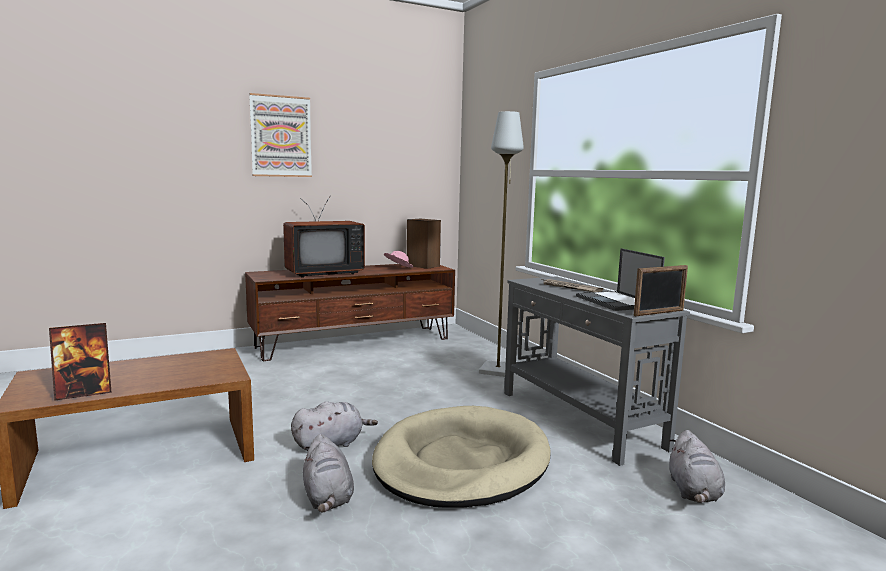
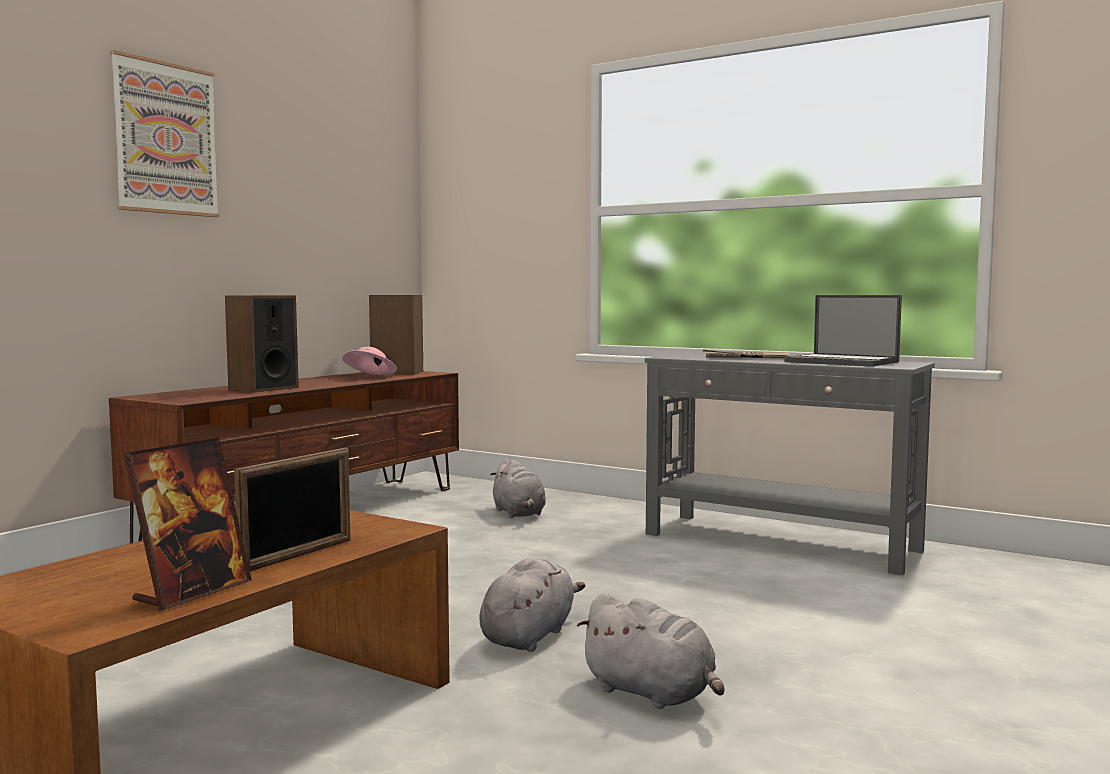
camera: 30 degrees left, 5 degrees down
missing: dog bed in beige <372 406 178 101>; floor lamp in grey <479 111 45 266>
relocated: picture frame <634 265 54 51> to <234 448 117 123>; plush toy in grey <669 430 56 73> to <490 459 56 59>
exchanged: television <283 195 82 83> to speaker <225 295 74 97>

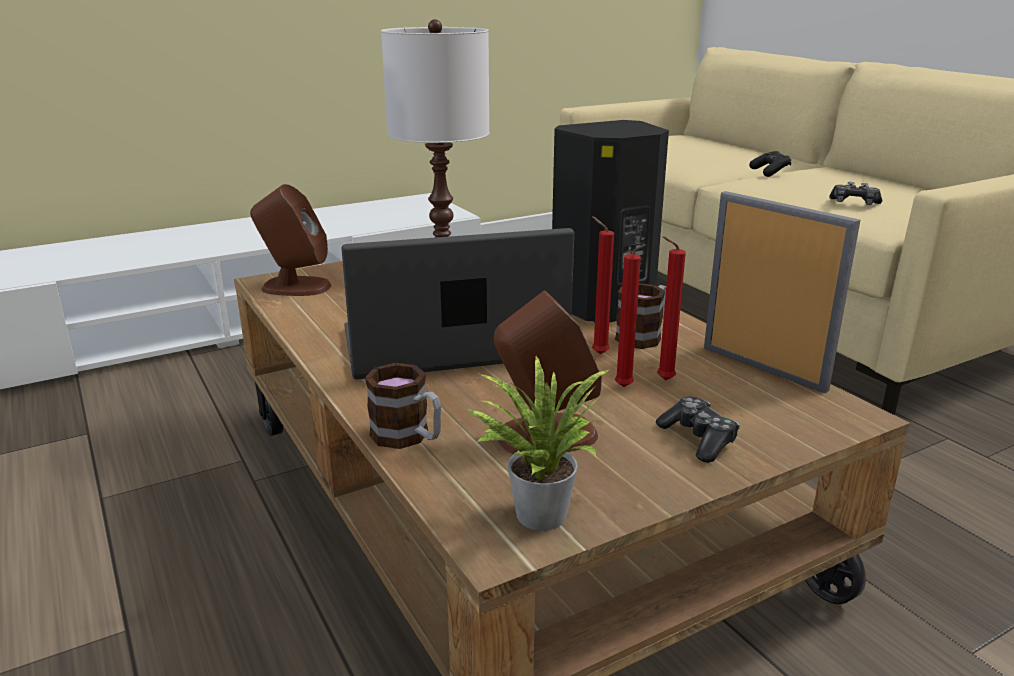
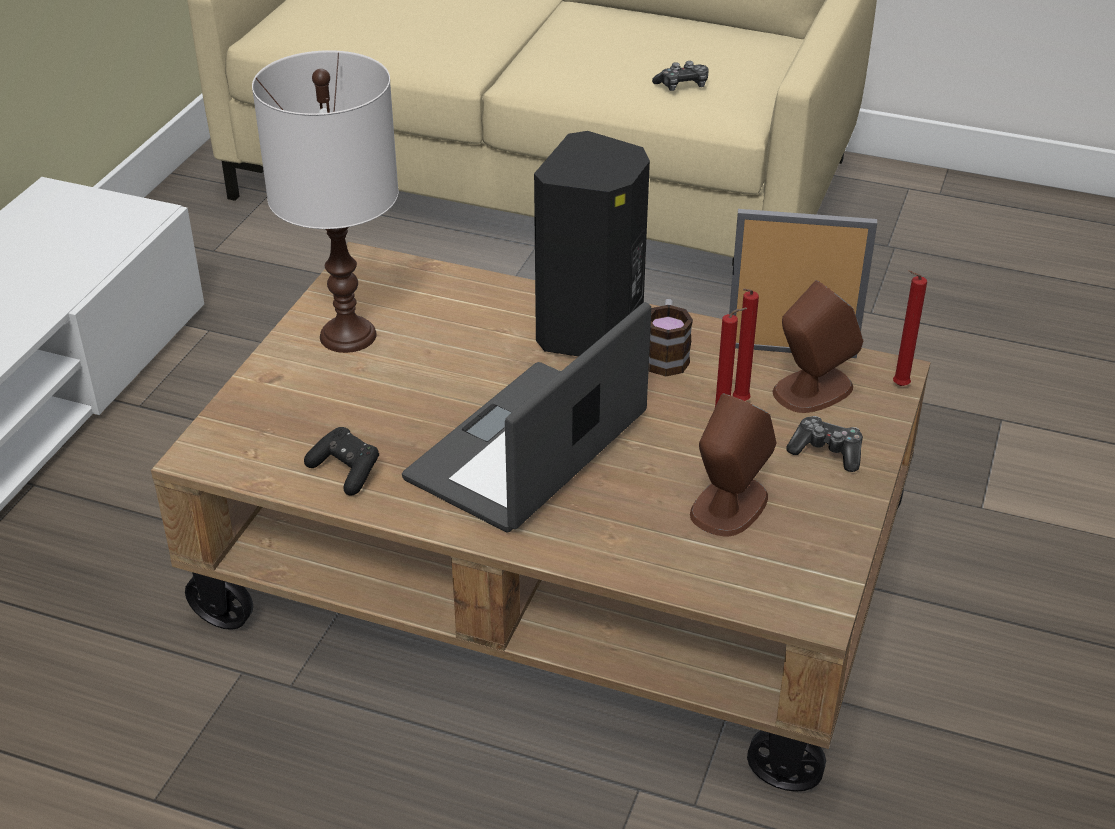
camera: 40 degrees left, 15 degrees up
missing: mug <365 363 76 86>; potted plant <467 356 144 175>
relocated: game controller in black <749 151 42 26> to <304 427 75 69>; speaker in brown <250 184 81 112> to <773 280 90 133>; candle in red <592 216 22 139> to <893 270 34 116>

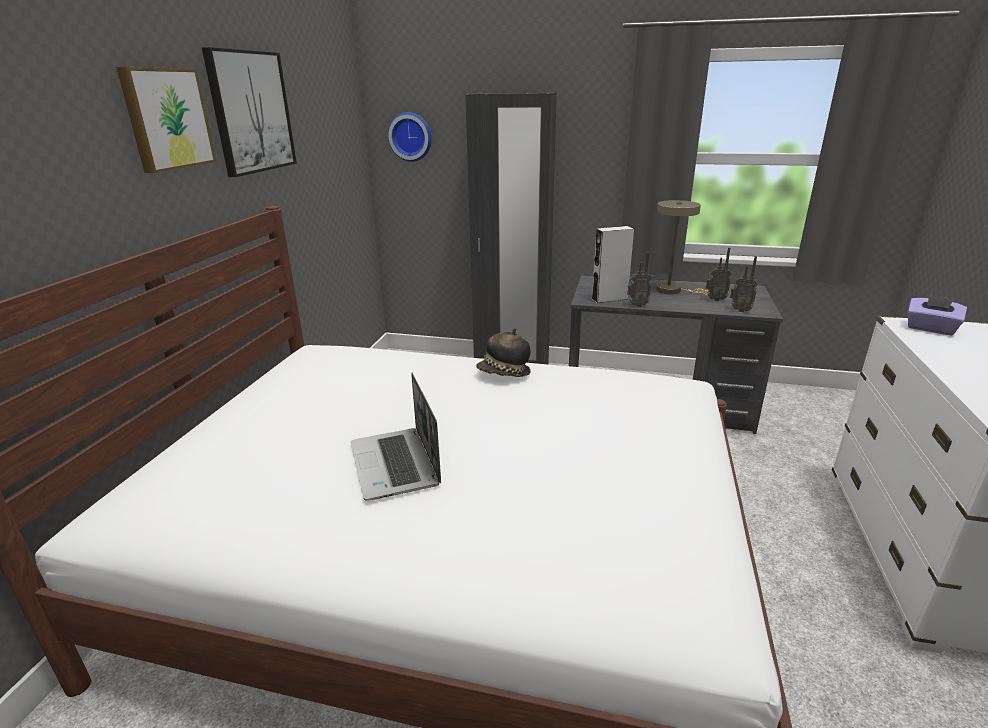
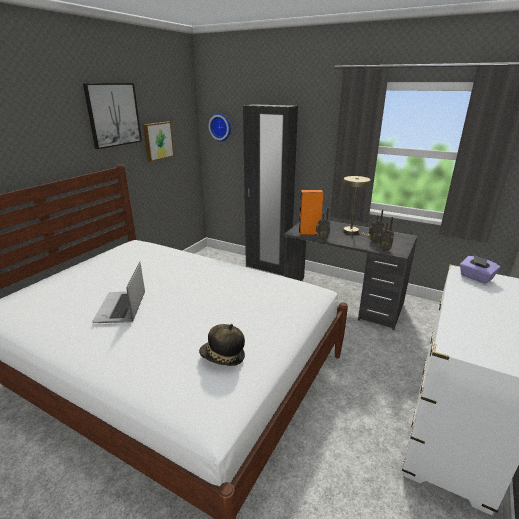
camera: 15 degrees right, 0 degrees up
relocated: picture <116 67 100 106> to <143 122 31 40>; hat <476 328 55 49> to <199 324 46 42>
colour: speaker in grey <592 226 42 77> to speaker in orange <299 190 24 45>

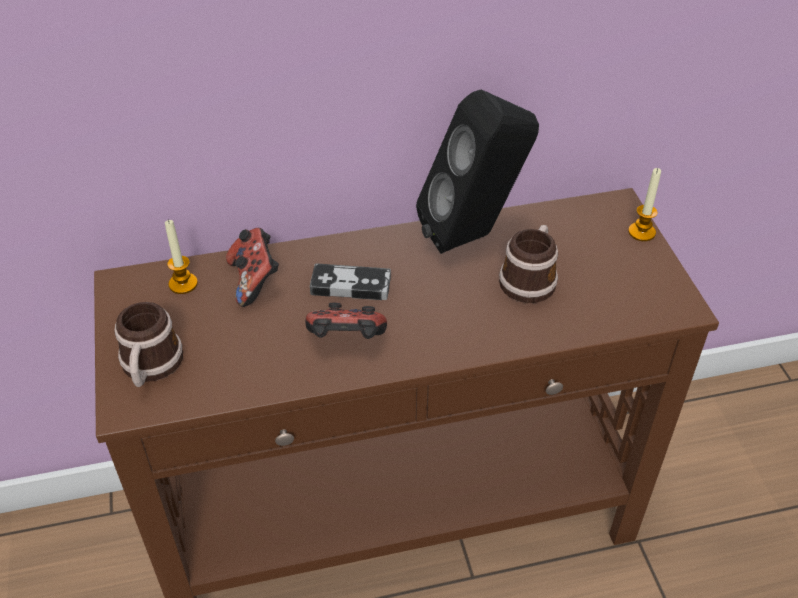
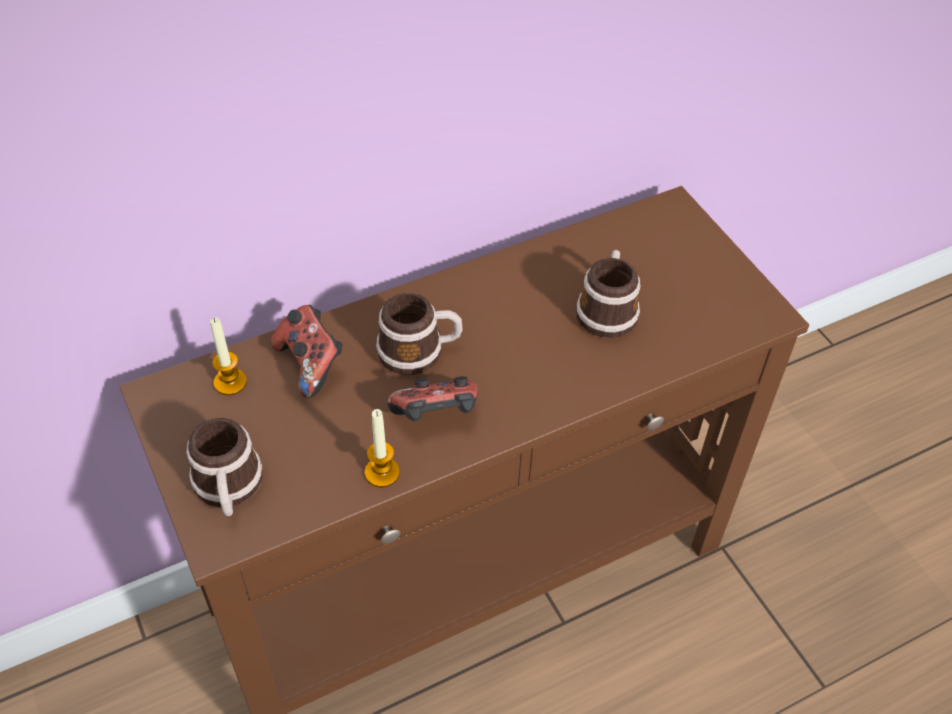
camera: 15 degrees left, 5 degrees up
missing: speaker in black <416 89 123 165>
relocated: candle <628 168 33 73> to <365 409 35 78>
exchanged: game controller <310 263 81 37> to mug <376 293 86 82>

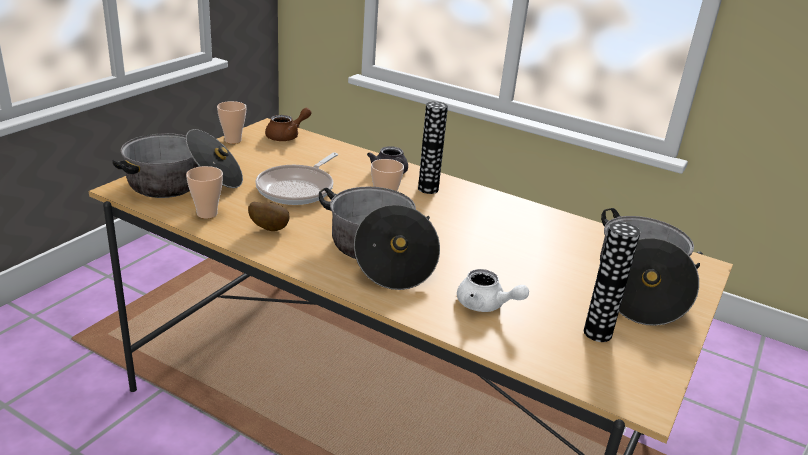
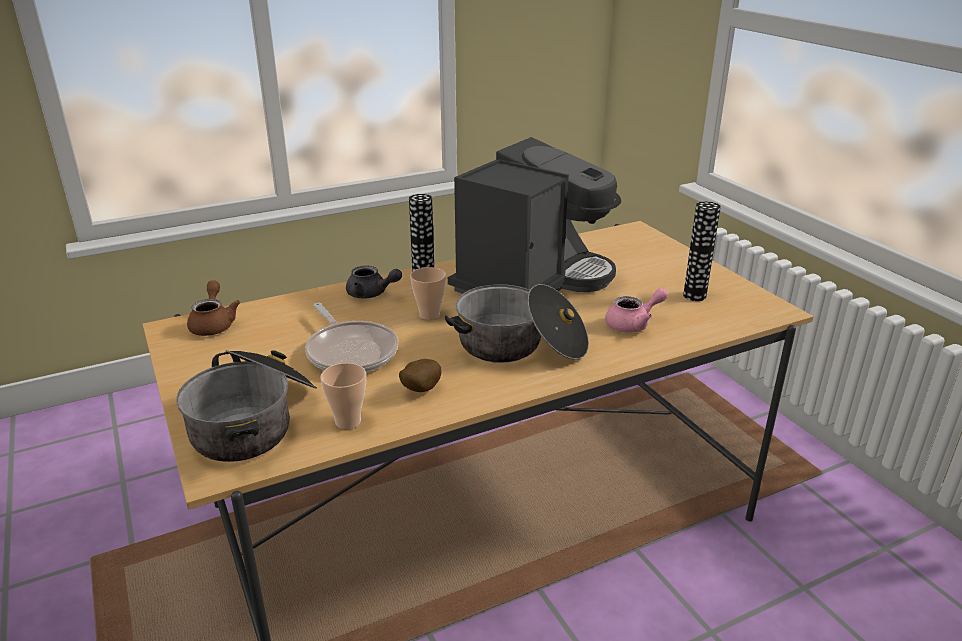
camera: 55 degrees left, 0 degrees up
missing: cup <217 101 29 43>; cooking pot <600 208 100 118>
appeared: coffee machine <448 137 173 157>
colour: teapot in white <457 269 72 43> to teapot in pink <605 288 63 45>

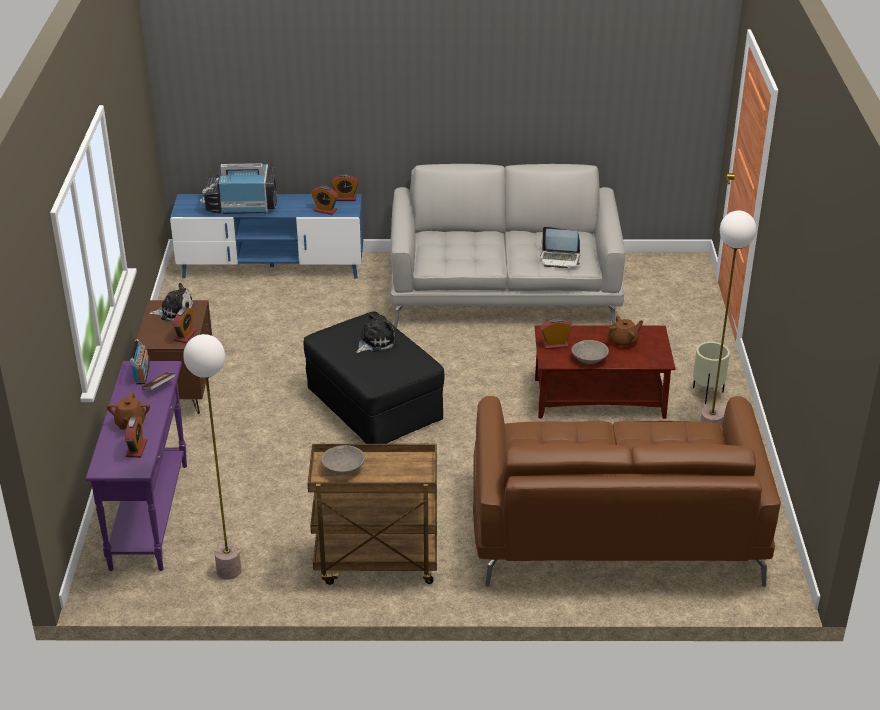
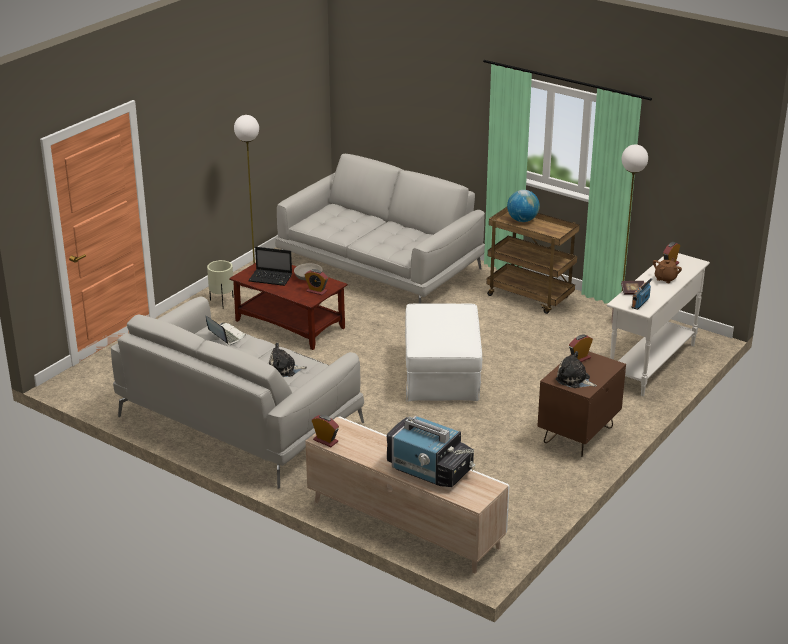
camera: 145 degrees left, 5 degrees down
missing: alarm clock <311 186 27 29>; bowl in grey <321 445 44 30>
appeared: globe <507 190 33 32>
relocated: plush toy <356 313 41 40> to <269 343 38 34>
exchanged: teapot in brown <606 316 37 32> to laptop <248 247 44 39>
colour: sofa in brown <473 396 308 191> to sofa in grey <275 154 210 149>; tv stand in blue <170 194 193 84> to tv stand in beige <305 416 204 157>; ottoman in black <304 311 140 133> to ottoman in white <405 303 77 99>; console table in purple <85 361 102 210> to console table in white <607 253 103 143>

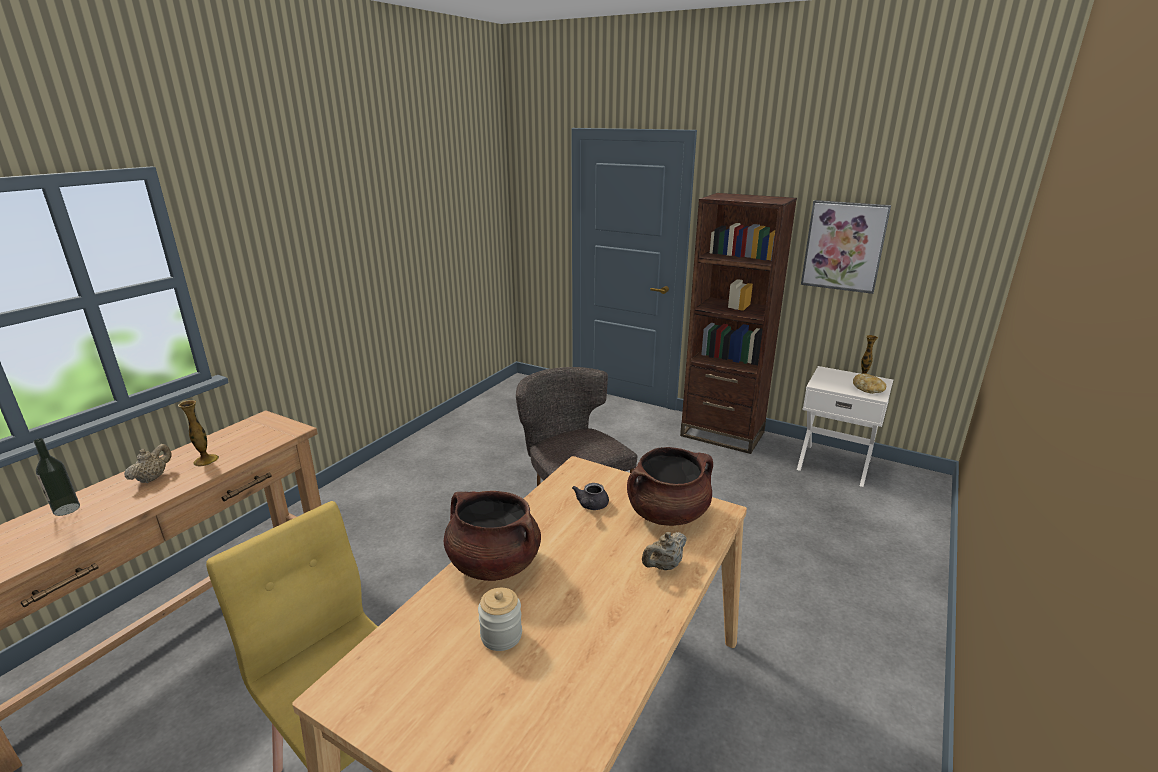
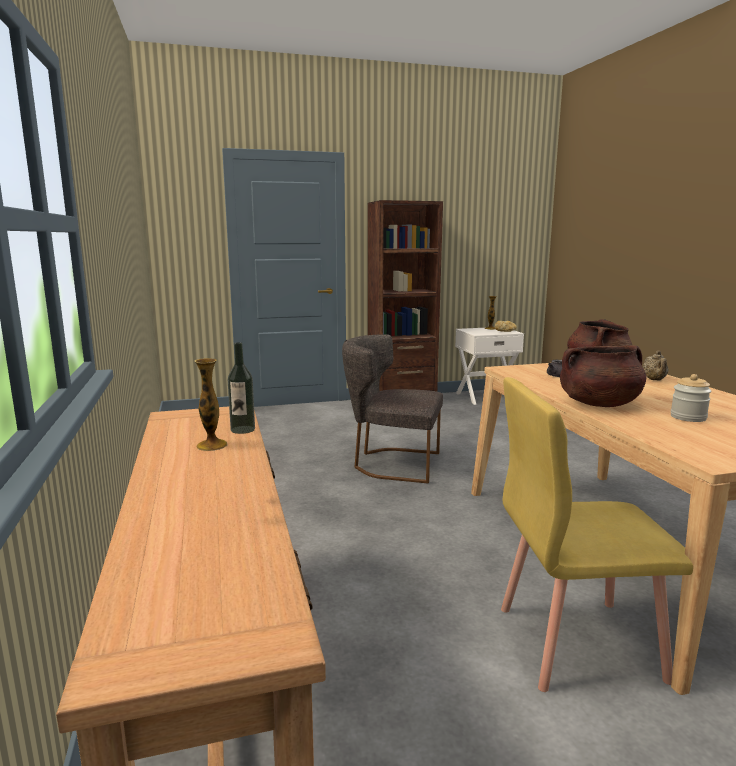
camera: 45 degrees left, 10 degrees down
missing: teapot in beige <124 444 48 39>; picture <801 200 90 94>
relocated: bottle <33 438 47 78> to <228 342 27 92>

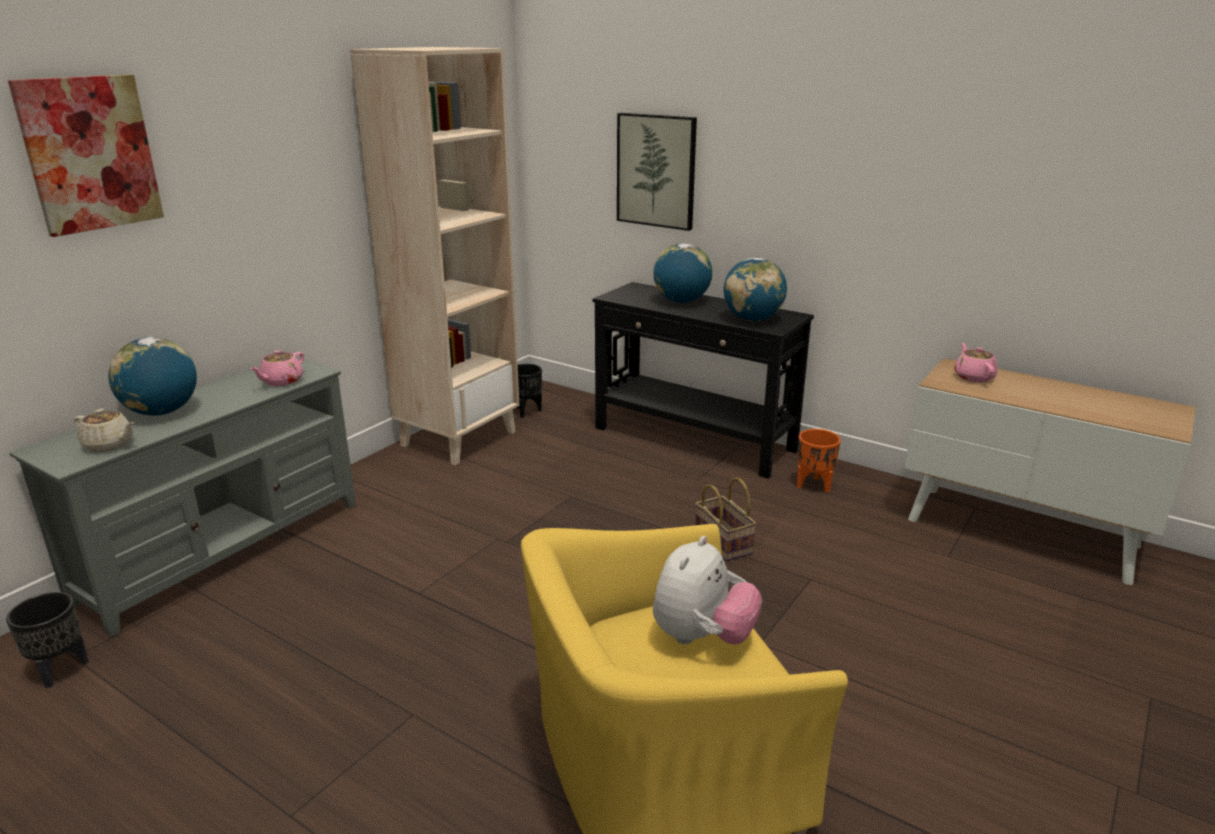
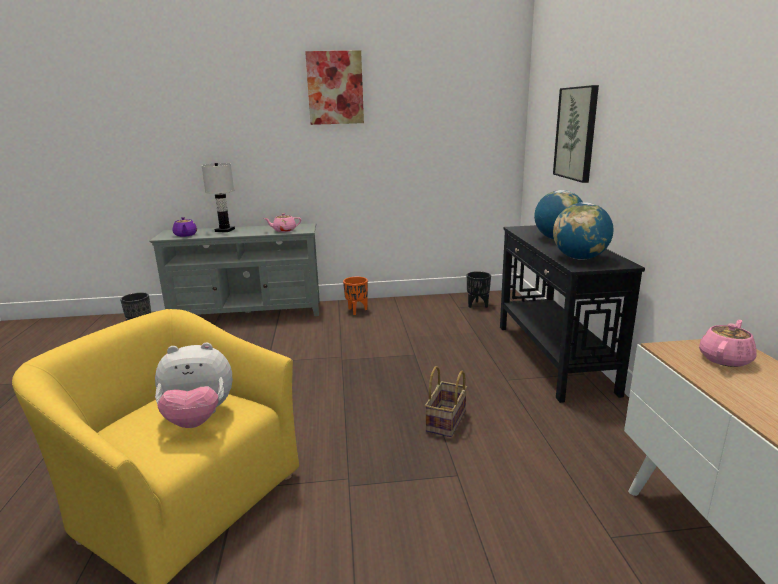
camera: 50 degrees right, 5 degrees down
missing: bookcase in beige <350 47 169 418>
relocated: picture <8 75 156 162> to <305 50 59 75>; planter in orange <797 429 44 64> to <343 277 25 38>
exchanged: globe <108 337 89 79> to table lamp in white <202 163 33 69>
colour: teapot in beige <74 409 60 42> to teapot in purple <172 217 25 20>

